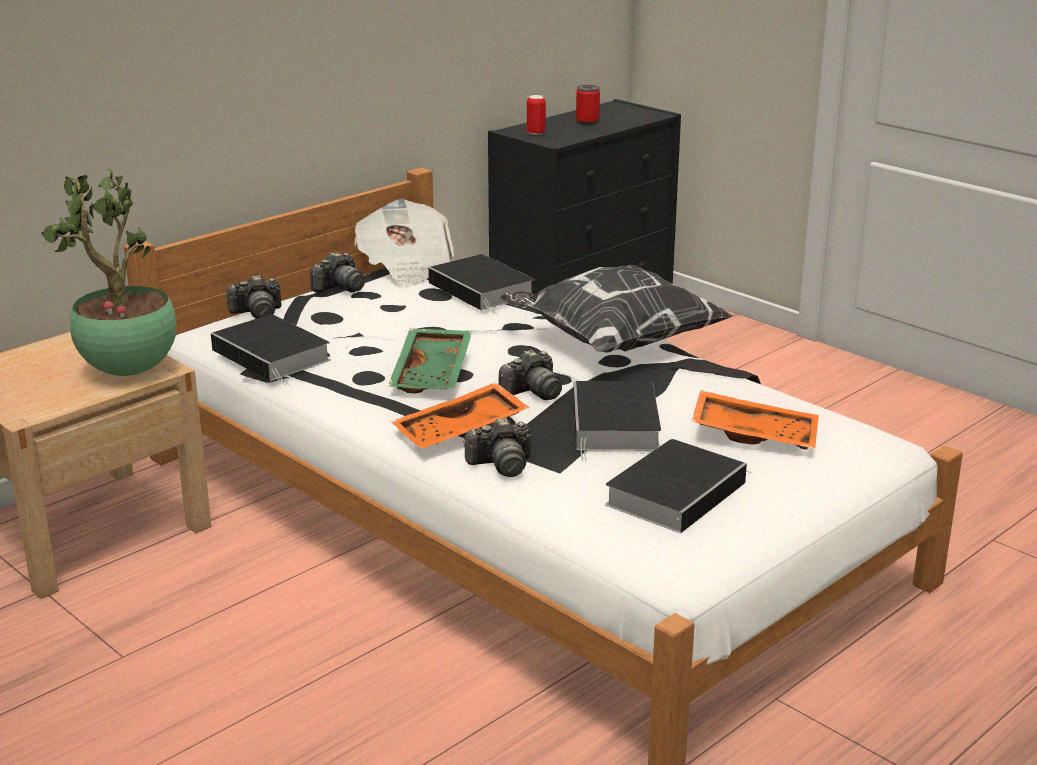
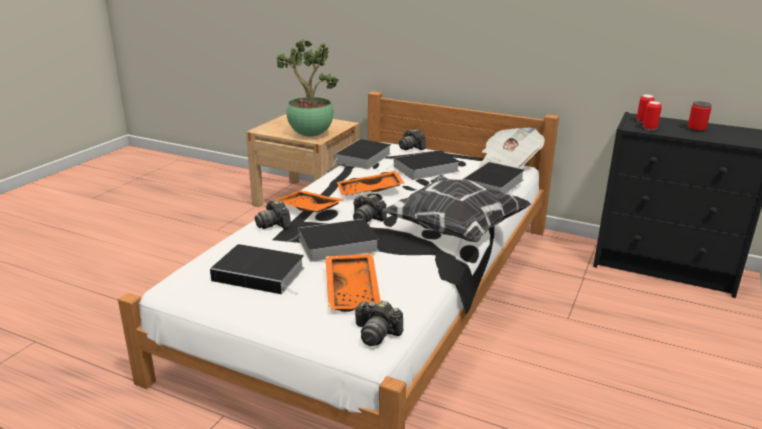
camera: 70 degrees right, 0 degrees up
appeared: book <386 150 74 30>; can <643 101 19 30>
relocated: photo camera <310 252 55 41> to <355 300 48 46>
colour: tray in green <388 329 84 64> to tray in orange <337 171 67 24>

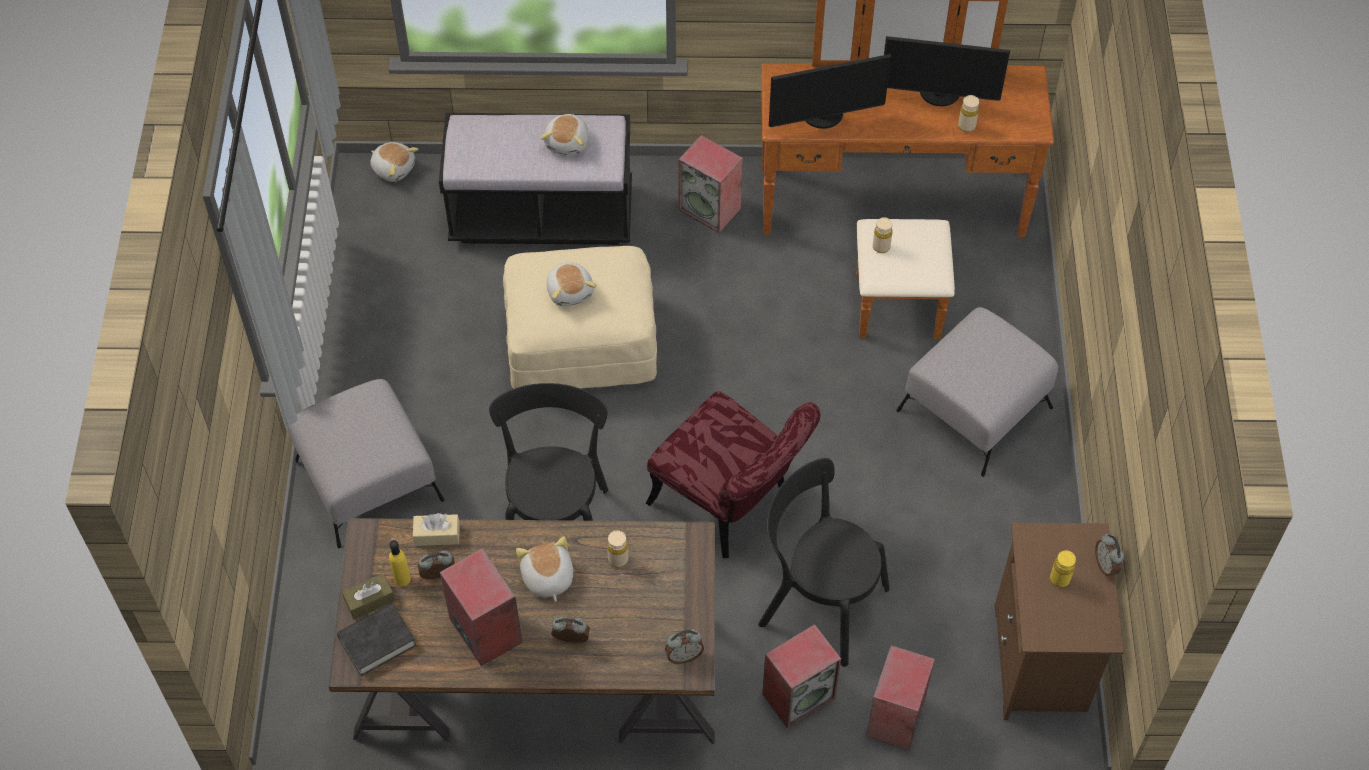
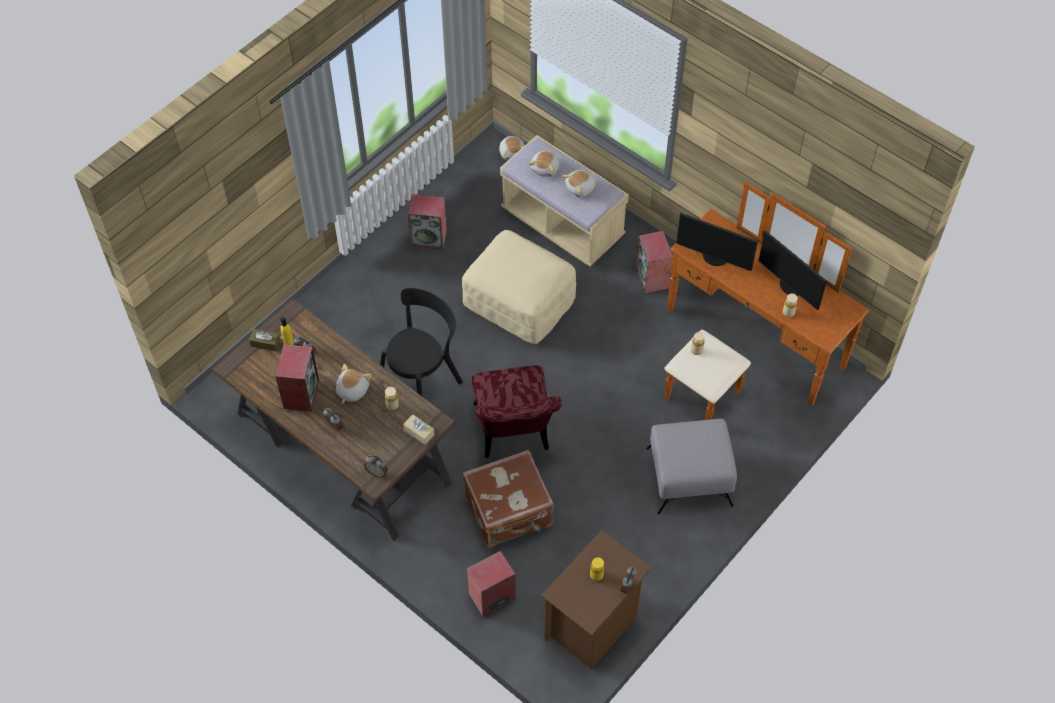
camera: 40 degrees right, 0 degrees up
missing: ottoman in grey <288 379 156 169>; book in black <337 603 79 73>
relocated: tissue box in beige <413 513 47 33> to <403 414 31 31>; speaker <762 624 79 105> to <408 194 39 55>; plush toy <547 262 50 44> to <528 151 32 26>
exchanged: chair in black <758 458 132 209> to suitcase in brown <463 450 91 98>
colour: bench in black <439 113 193 132> to bench in beige <500 135 129 131>

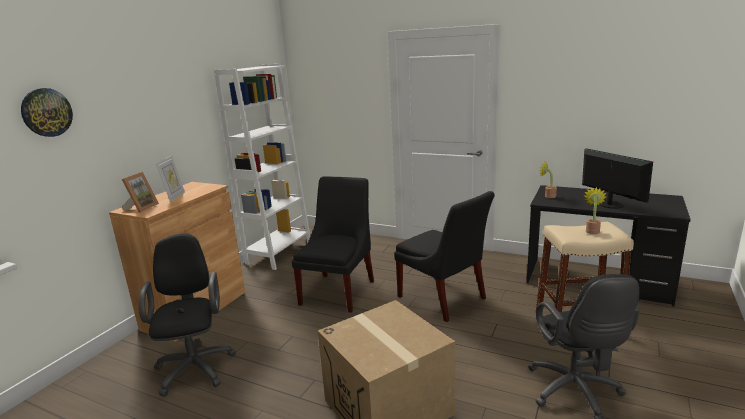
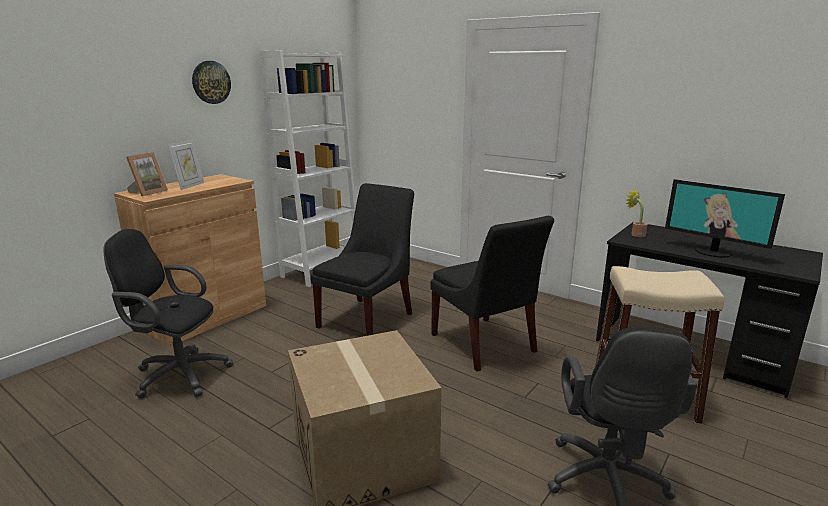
camera: 10 degrees right, 0 degrees up
missing: potted plant <584 187 22 47>
relocated: wall clock <21 88 52 49> to <192 61 39 43>
spun: office chair in black <139 233 97 164> = <103 229 130 170> 75 degrees counterclockwise; monitor <582 148 71 61> = <665 179 120 79> 150 degrees clockwise

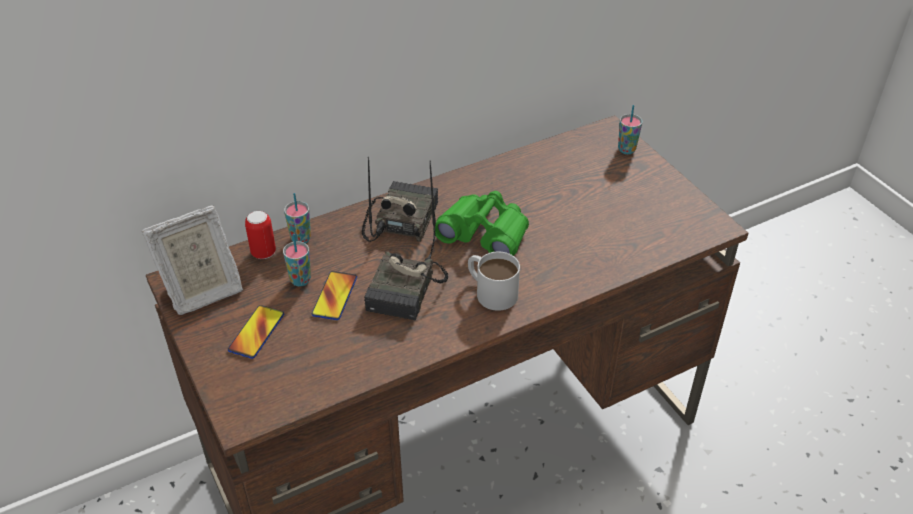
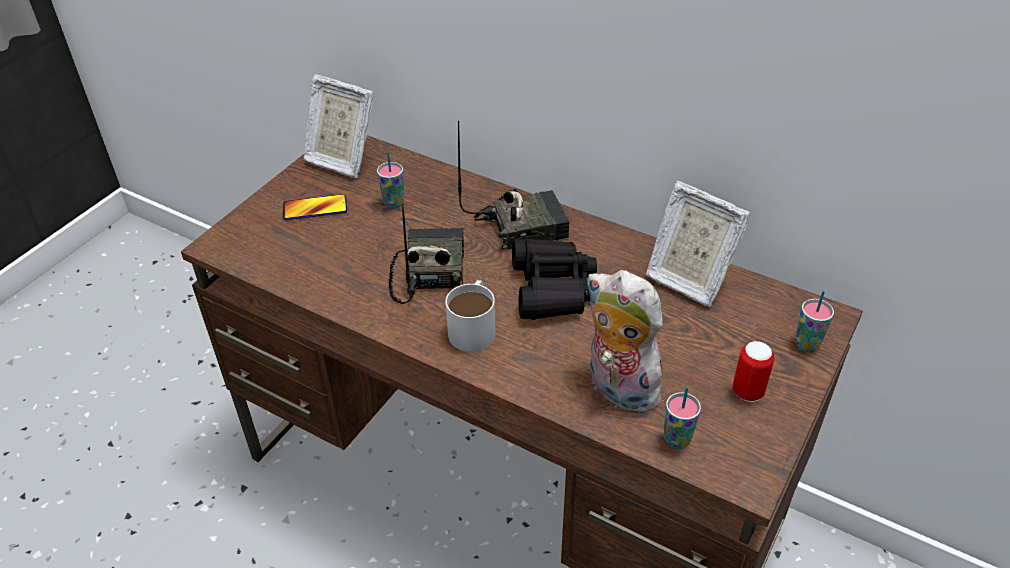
camera: 60 degrees right, 0 degrees up
missing: phone <312 271 45 49>
appeared: plush toy <586 270 83 144>; picture frame <646 181 104 126>
relocated: cup <284 193 27 50> to <664 386 37 63>; can <245 211 31 48> to <733 341 41 61>
colour: binoculars in green <433 191 96 65> to binoculars in black <512 238 85 82>
spun: radio <364 160 84 160> = <389 204 75 100> 105 degrees clockwise

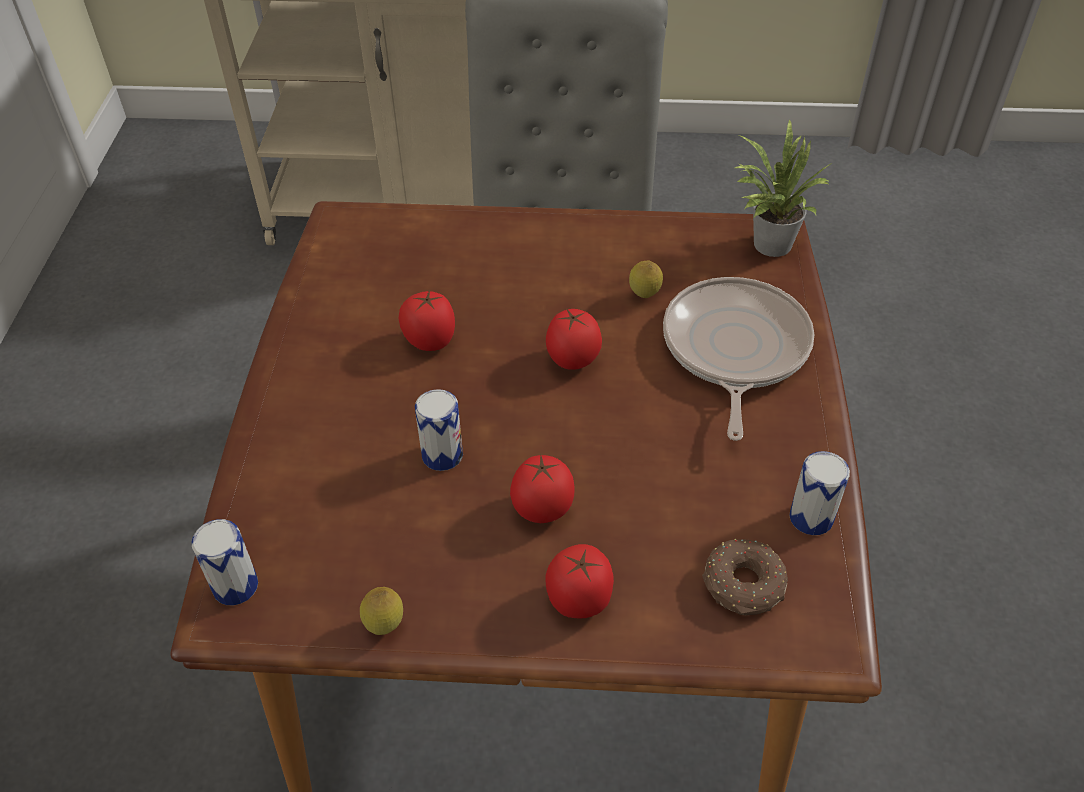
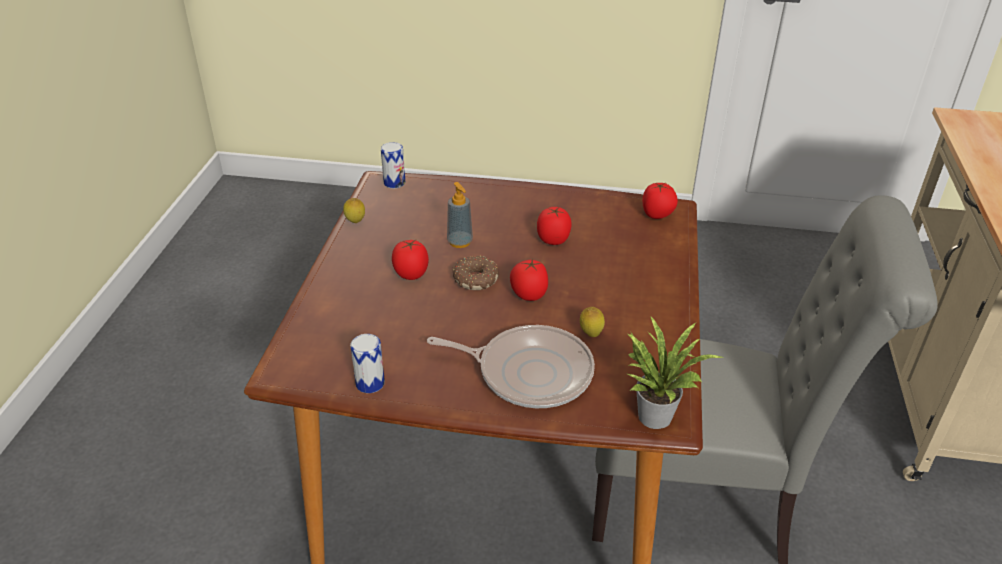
camera: 95 degrees right, 10 degrees down
relocated: donut <702 539 86 76> to <453 256 46 34>; tomato <546 544 68 75> to <642 182 36 37>
exchanged: can <415 389 48 82> to soap dispenser <447 182 26 66>

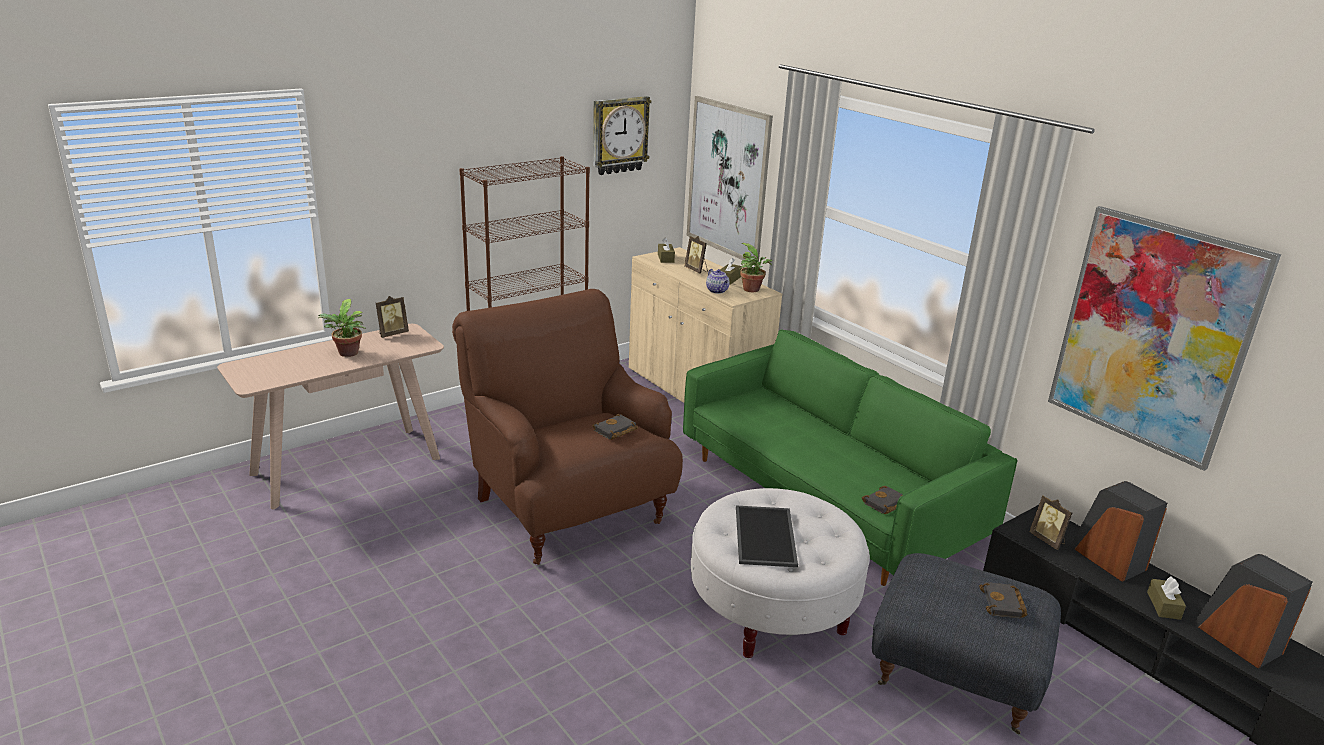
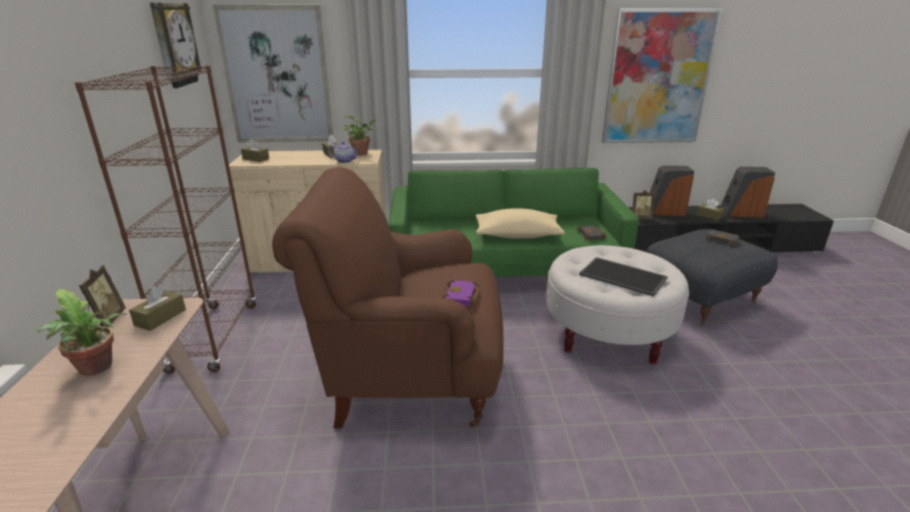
camera: 55 degrees left, 0 degrees up
missing: book in black <592 414 46 26>; picture frame <684 236 24 38>
appeared: tissue box in brown <129 285 57 46>; book in purple <442 280 38 26>; pillow in beige <476 208 89 31>

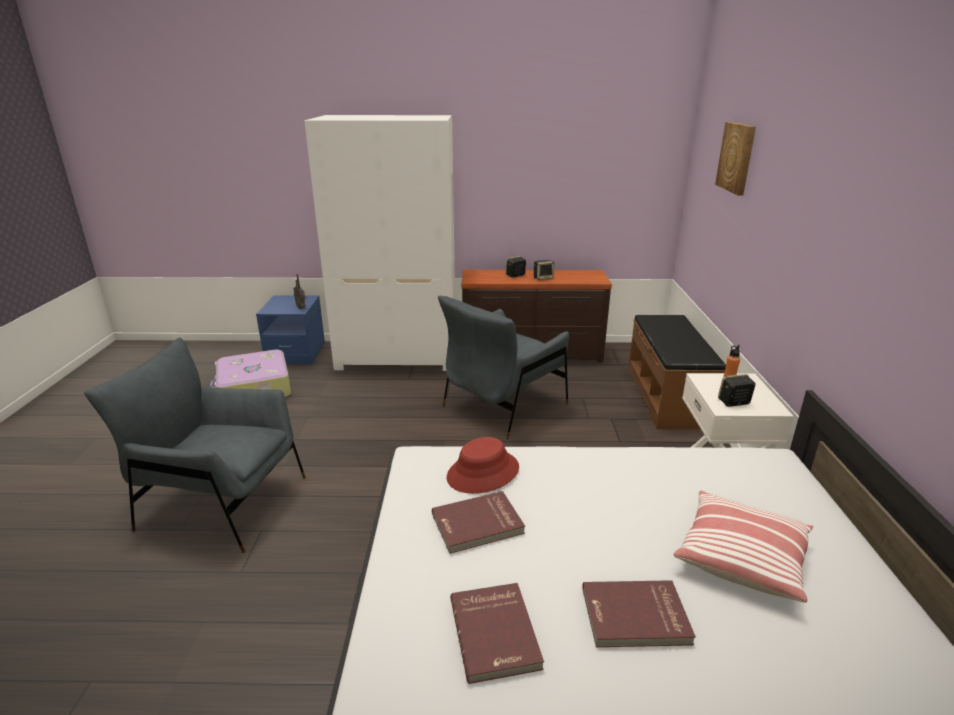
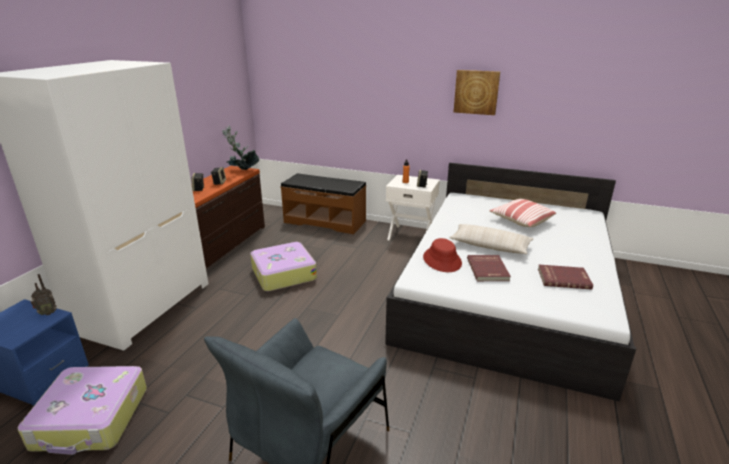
camera: 70 degrees left, 0 degrees up
missing: book in red <583 580 113 67>
appeared: potted plant <222 126 37 44>; pillow in beige <449 224 85 30>
relocated: picture <715 122 41 73> to <454 70 46 45>
exchanged: armchair in grey <438 296 131 144> to suitcase <250 242 67 49>

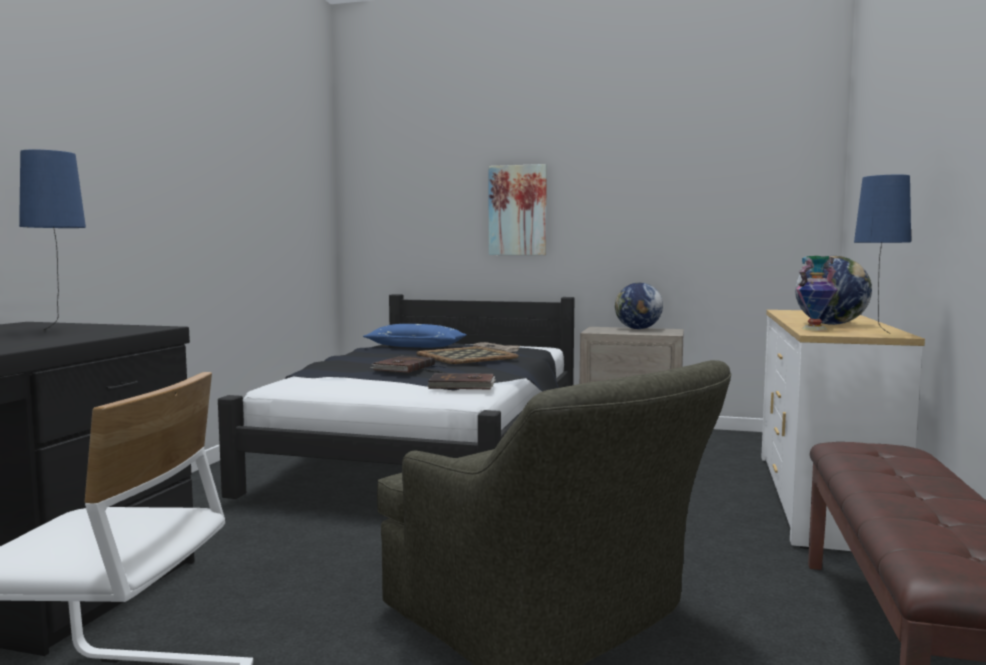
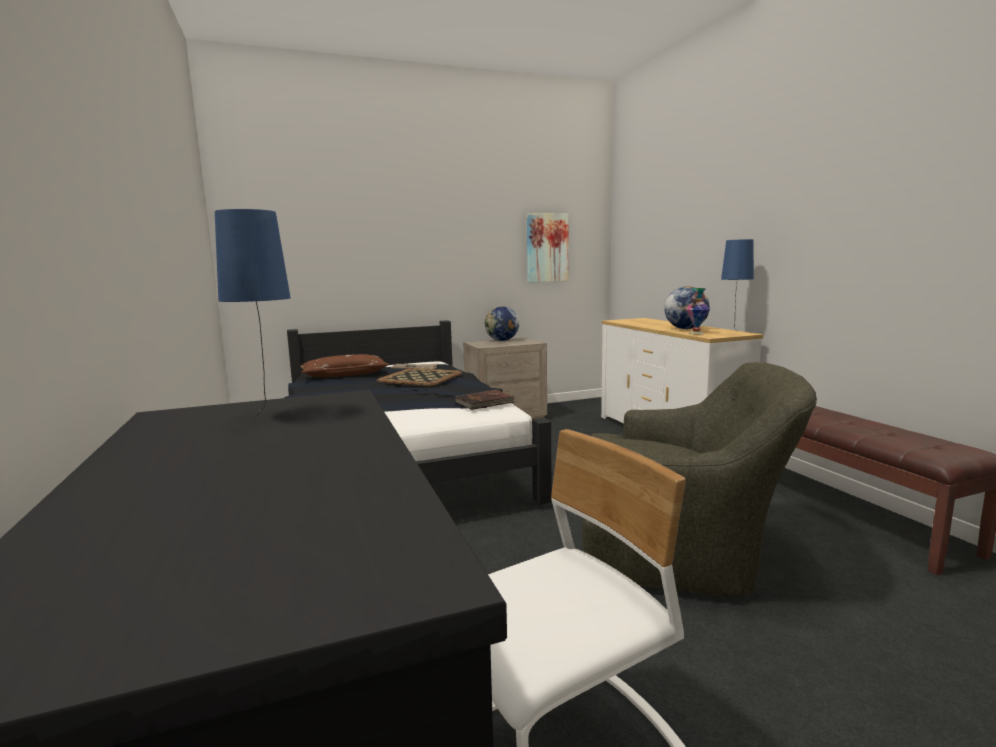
camera: 35 degrees left, 5 degrees up
missing: book in brown <370 356 65 17>
relocated: picture <489 164 58 91> to <527 213 41 69>
colour: pillow in blue <363 324 103 24> to pillow in brown <300 354 89 23>

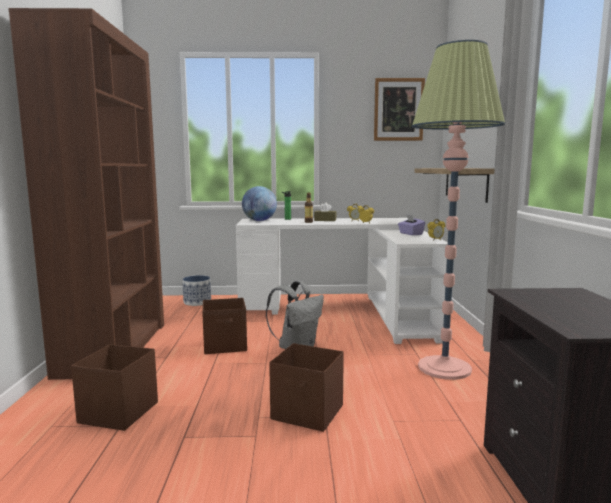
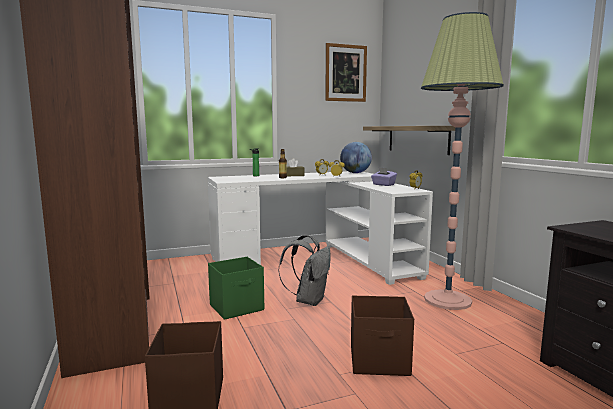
camera: 20 degrees left, 0 degrees up
missing: planter <182 275 29 31>
relocated: globe <242 186 35 35> to <340 142 32 31>
colour: storage box in brown <202 298 45 56> to storage box in green <208 257 56 63>

